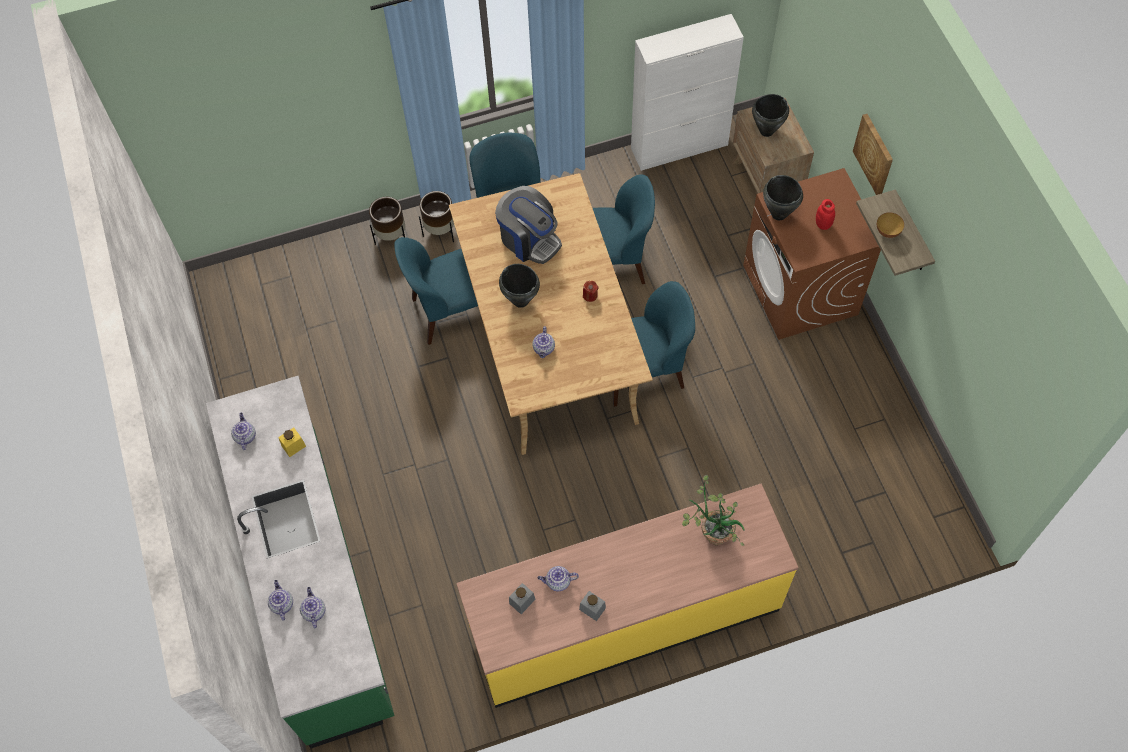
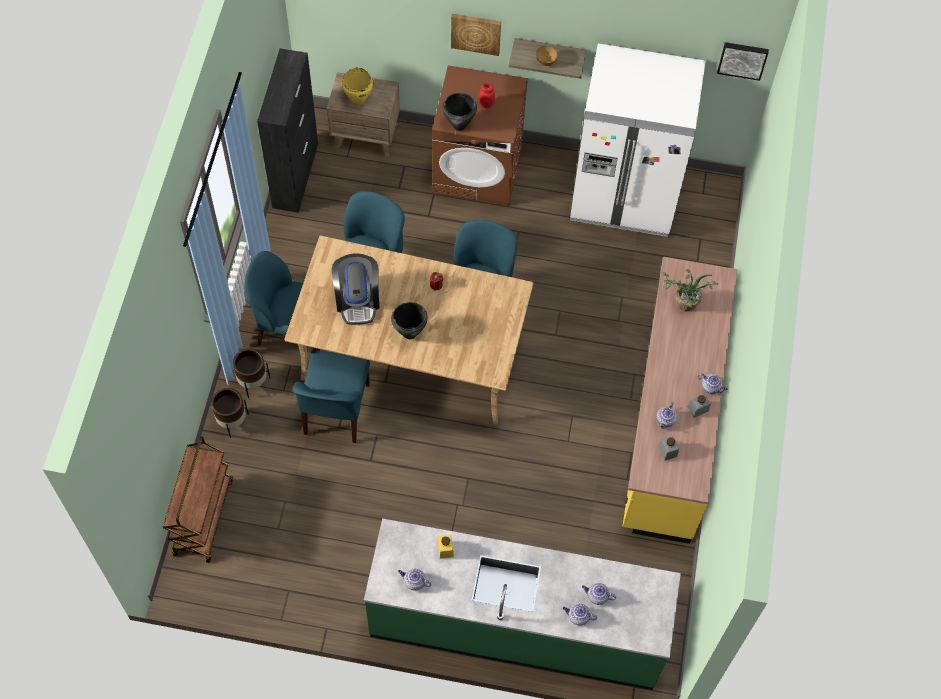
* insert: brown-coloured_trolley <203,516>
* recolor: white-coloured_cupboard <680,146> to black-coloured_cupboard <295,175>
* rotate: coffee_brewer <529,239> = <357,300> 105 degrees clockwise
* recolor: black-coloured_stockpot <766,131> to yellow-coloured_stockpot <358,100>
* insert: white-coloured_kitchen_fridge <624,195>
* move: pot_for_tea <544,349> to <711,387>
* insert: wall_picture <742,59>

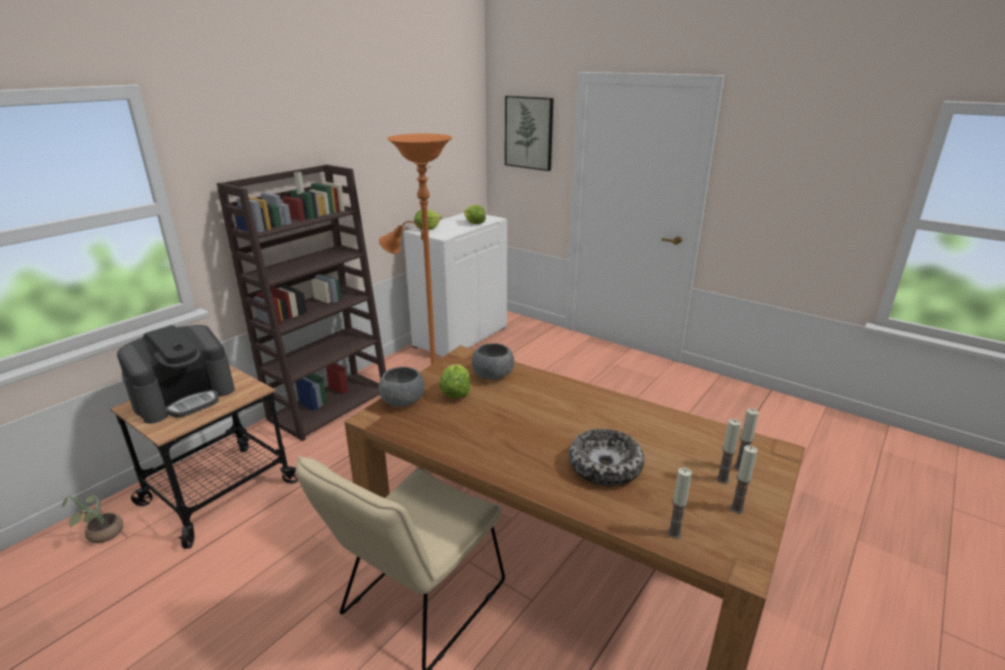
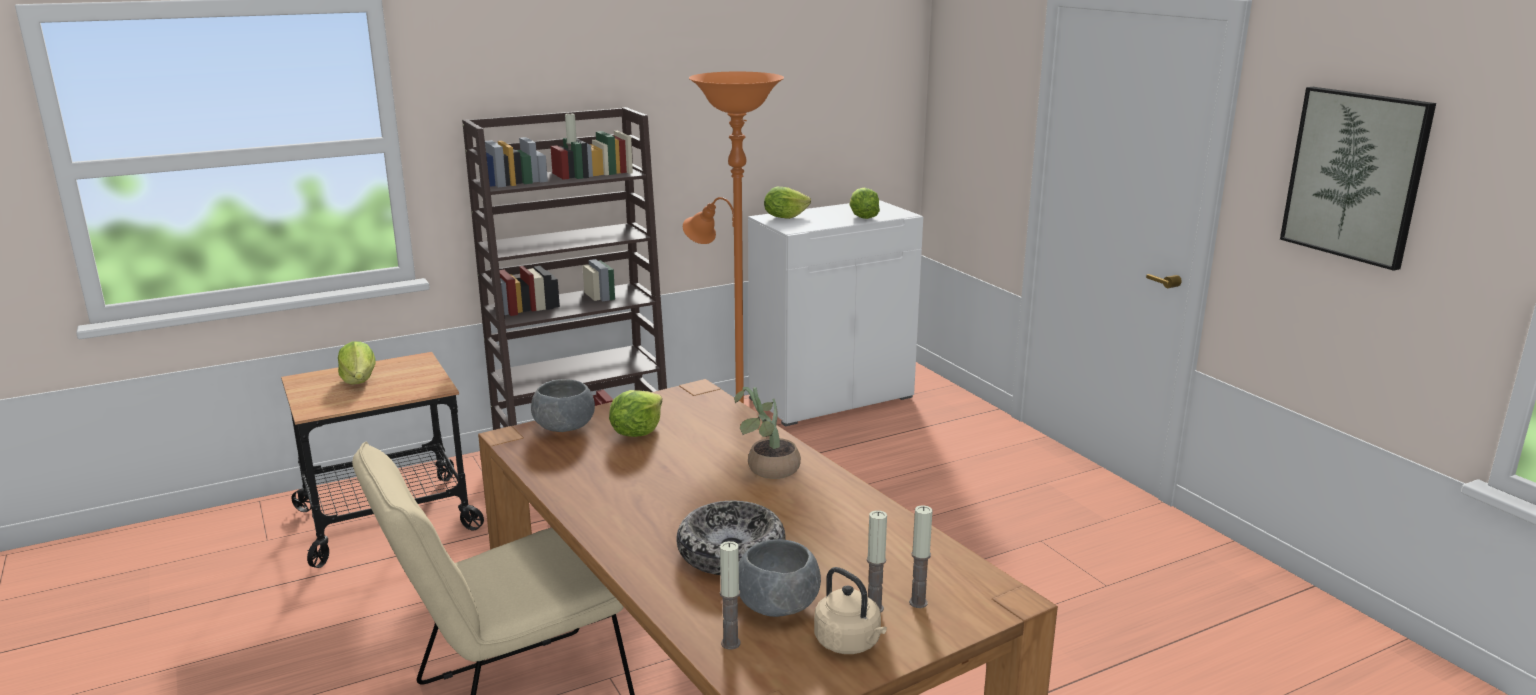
* replace: coffee_brewer <185,397> to lettuce <359,380>
* move: potted_plant <101,535> to <767,470>
* move: grey_deep_dish <493,375> to <778,605>
* replace: wax_light <736,509> to beige_kettle <850,643>
* move: wall_picture <529,133> to <1355,175>

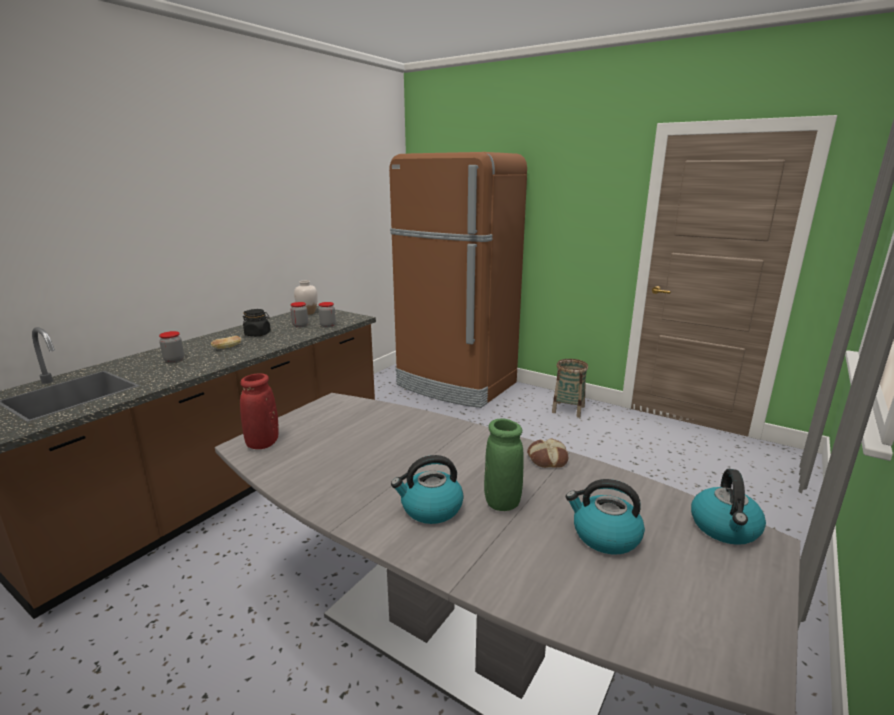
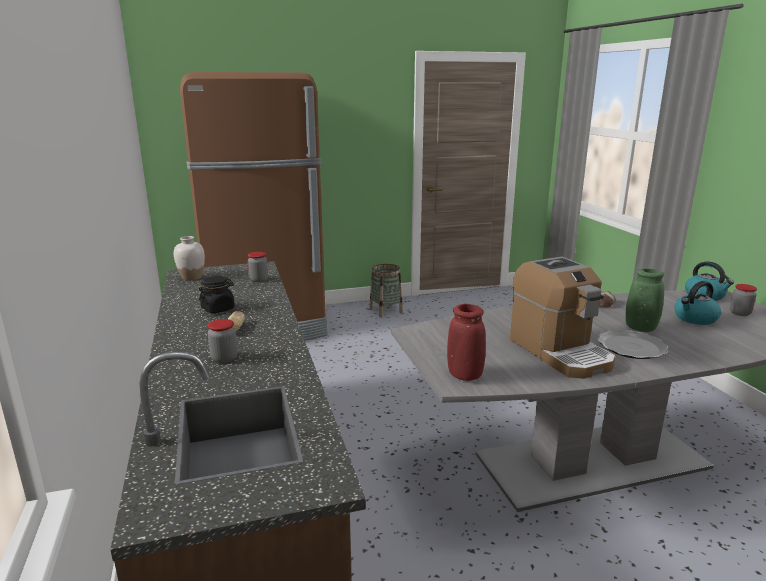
* insert: coffee_brewer <560,352>
* replace: kettle <430,509> to plate <632,347>
* move: preserve_jar <300,325> to <740,313>

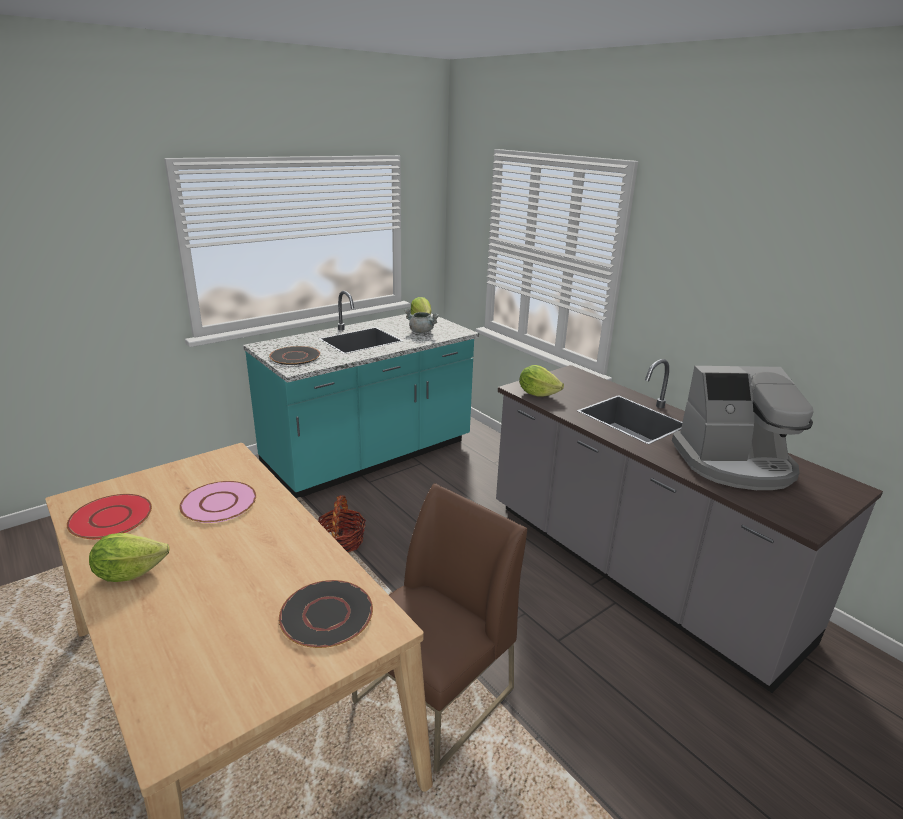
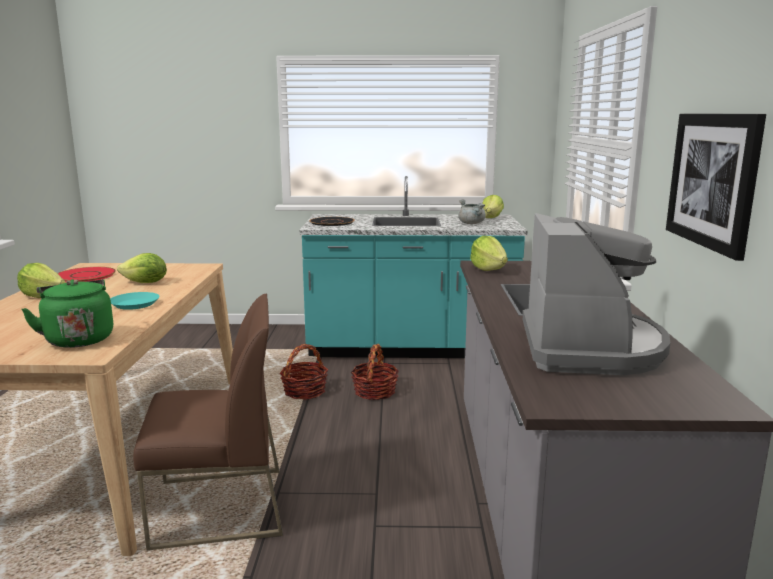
* replace: black-coloured_plate <326,614> to green-coloured_kettle <78,339>
* insert: turquoise-coloured_plate <134,304>
* replace: pink_plate <219,503> to lettuce <145,283>
* insert: storage_basket <375,392>
* rotate: coffee_brewer <734,464> = <590,348> 120 degrees counterclockwise
* insert: wall_picture <713,180>

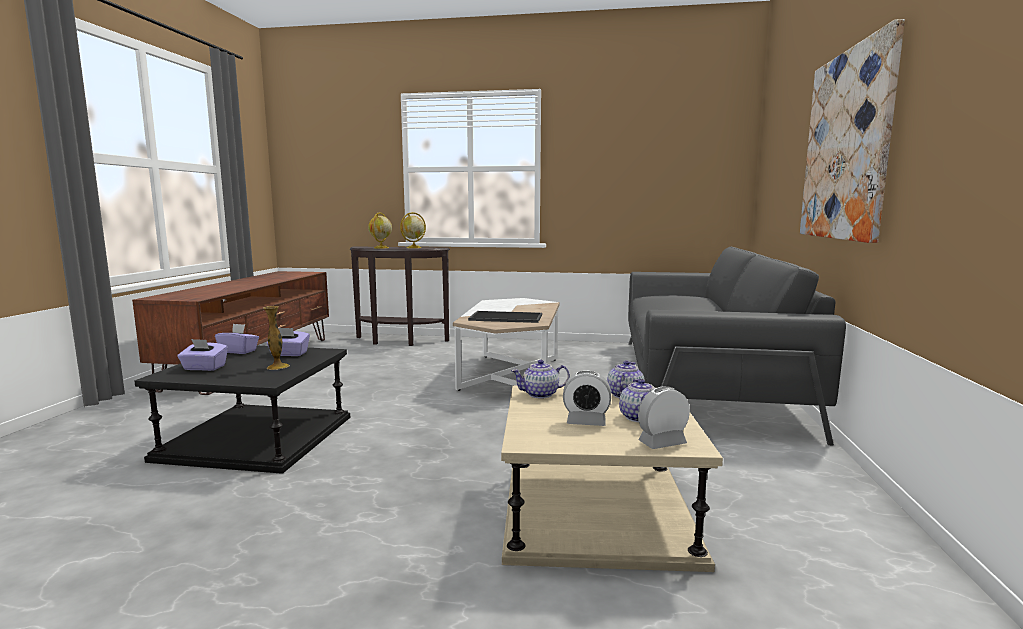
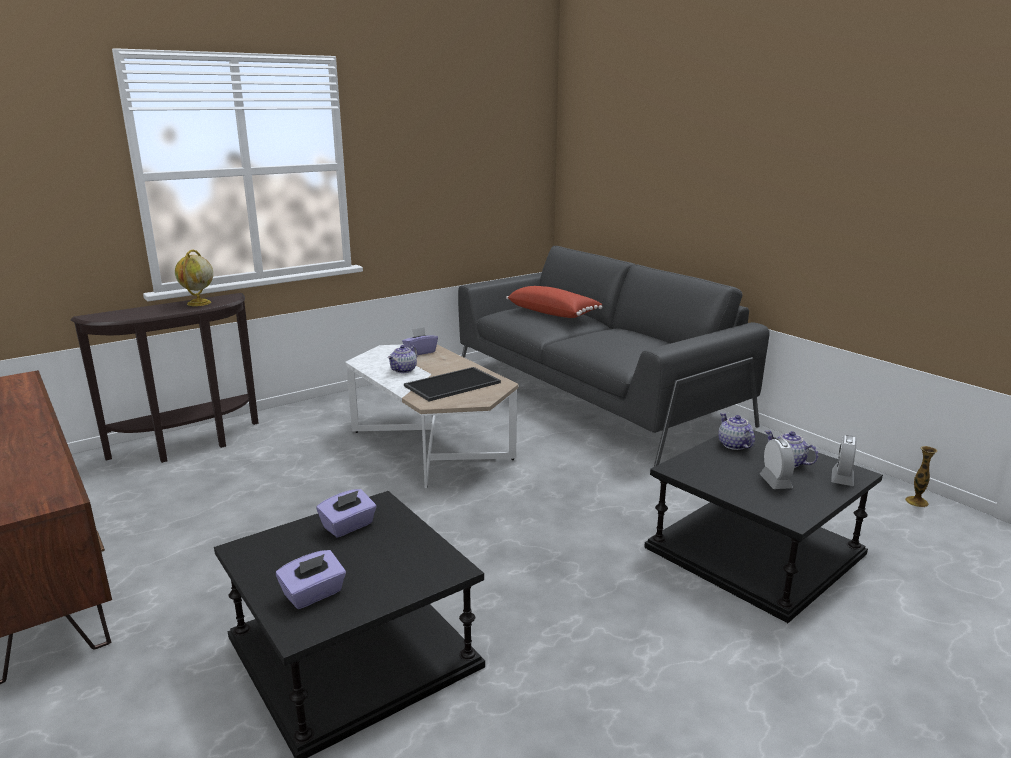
* move: pot_for_tea <541,394> to <404,370>
* move: purplish_tissue_holder <238,351> to <420,352>
* insert: reddish_pillow <553,313>
* recolor: beige_side_table <596,512> to black-coloured_side_table <754,551>
* rotate: alarm_clock <586,422> = <775,482> 60 degrees counterclockwise
* move: vase <278,367> to <916,501>
* delete: world_globe <381,248>
* delete: wall_picture <847,146>

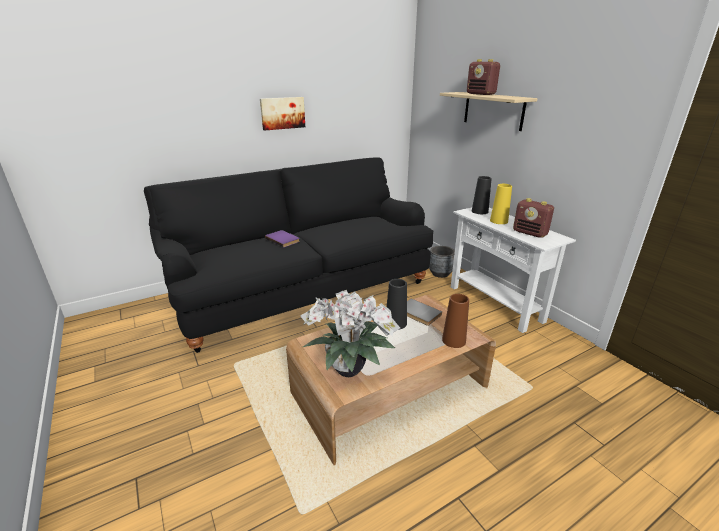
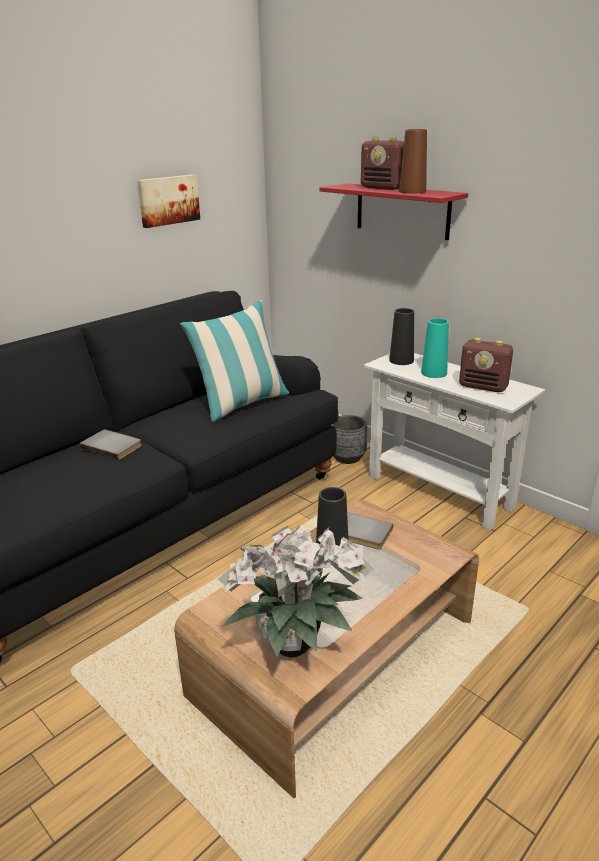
* recolor: purplish_bound_book <283,239> to grey_bound_book <113,446>
* move: wall_picture <282,113> to <168,200>
* insert: pillow <241,404>
* recolor: beige_bracket_shelf <493,110> to reddish_bracket_shelf <402,211>
* move: brown-coloured_vase <453,340> to <412,191>
* recolor: yellow-coloured_vase <498,221> to turquoise-coloured_vase <434,373>

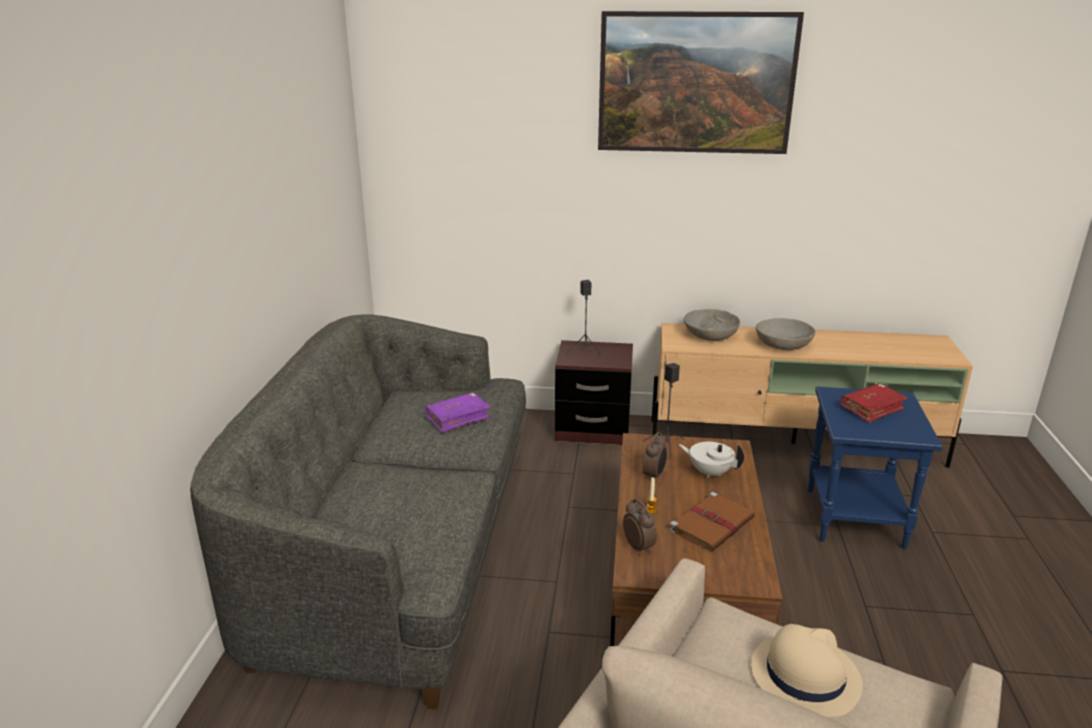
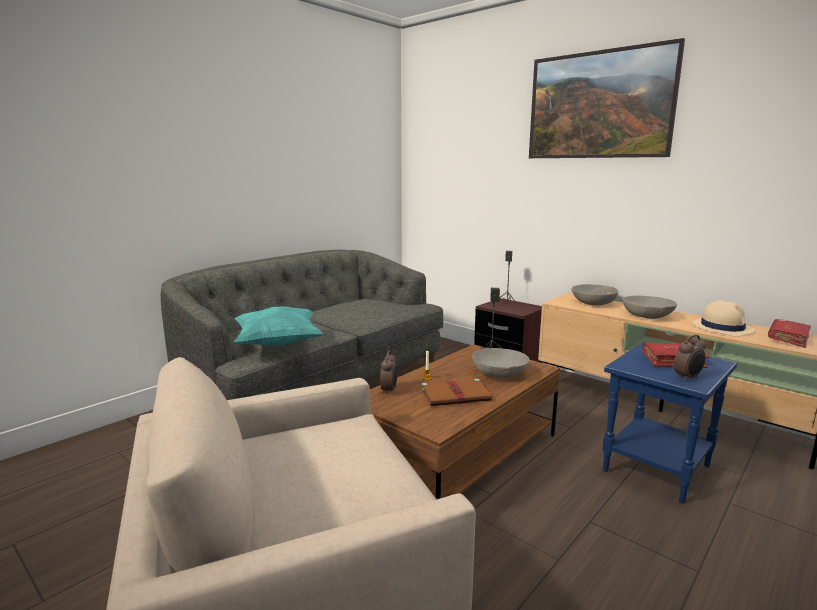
* insert: turquoise-coloured_pillow <278,343>
* replace: white-coloured_pot_for_tea <709,472> to grey_deep_dish <500,373>
* move: alarm_clock <654,475> to <687,378>
* move: beige_wearable_hat <804,675> to <722,327>
* insert: reddish_bound_book <788,339>
* delete: purplish_bound_book <458,418>

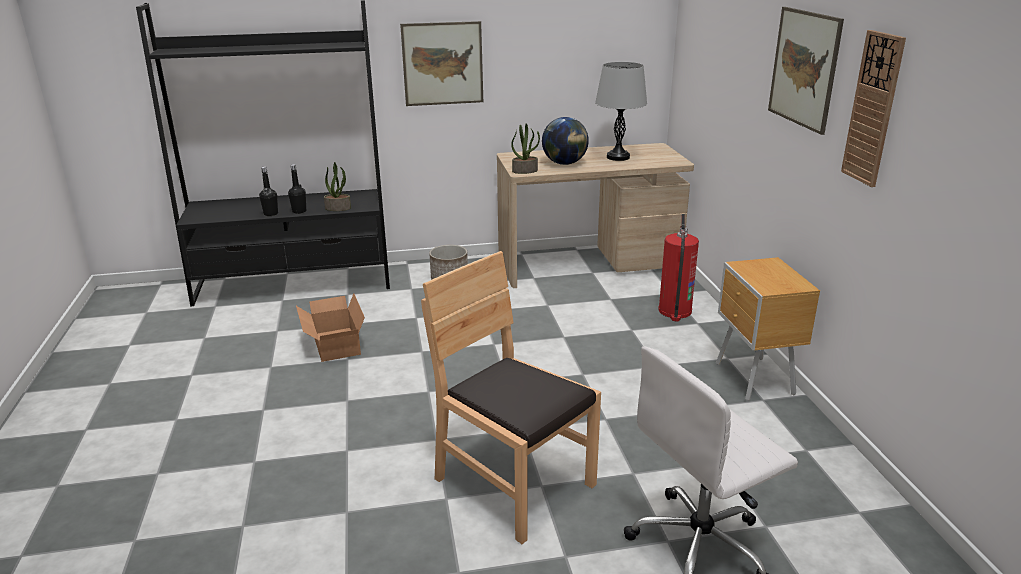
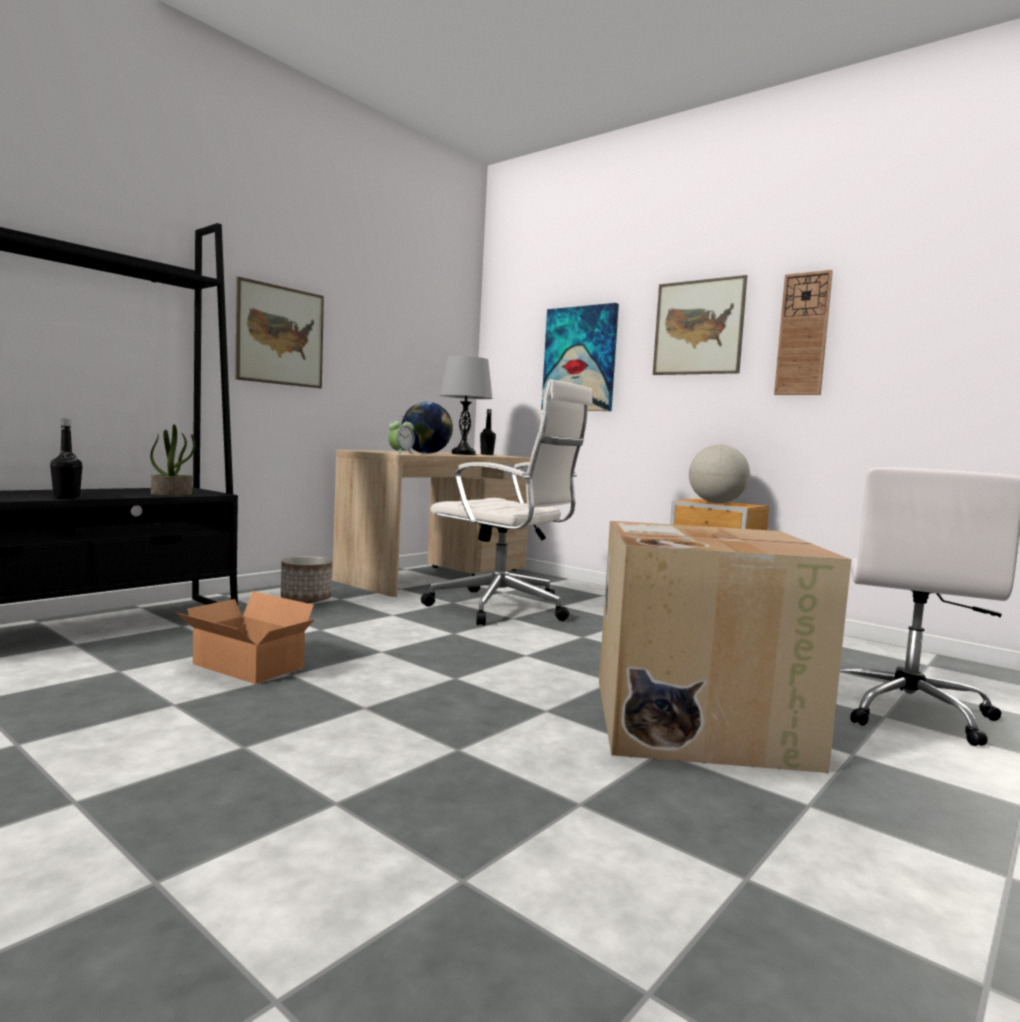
* replace: potted_plant <525,171> to alarm_clock <401,453>
* insert: white-coloured_office_chair <503,608>
* move: black-coloured_drink_bottle <299,211> to <487,454>
* insert: wall_picture <580,359>
* replace: brown-coloured_chair <513,483> to cardboard_box <694,720>
* insert: world_globe <716,503>
* delete: fire-fighting_cylinder <674,311>

